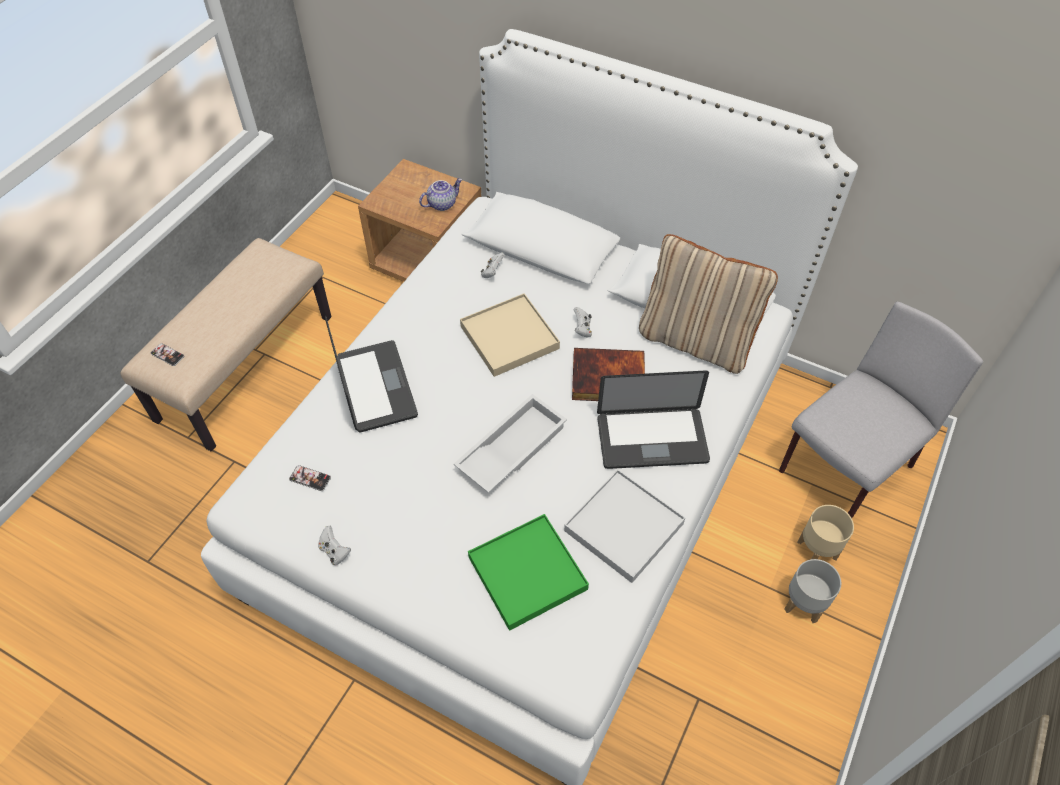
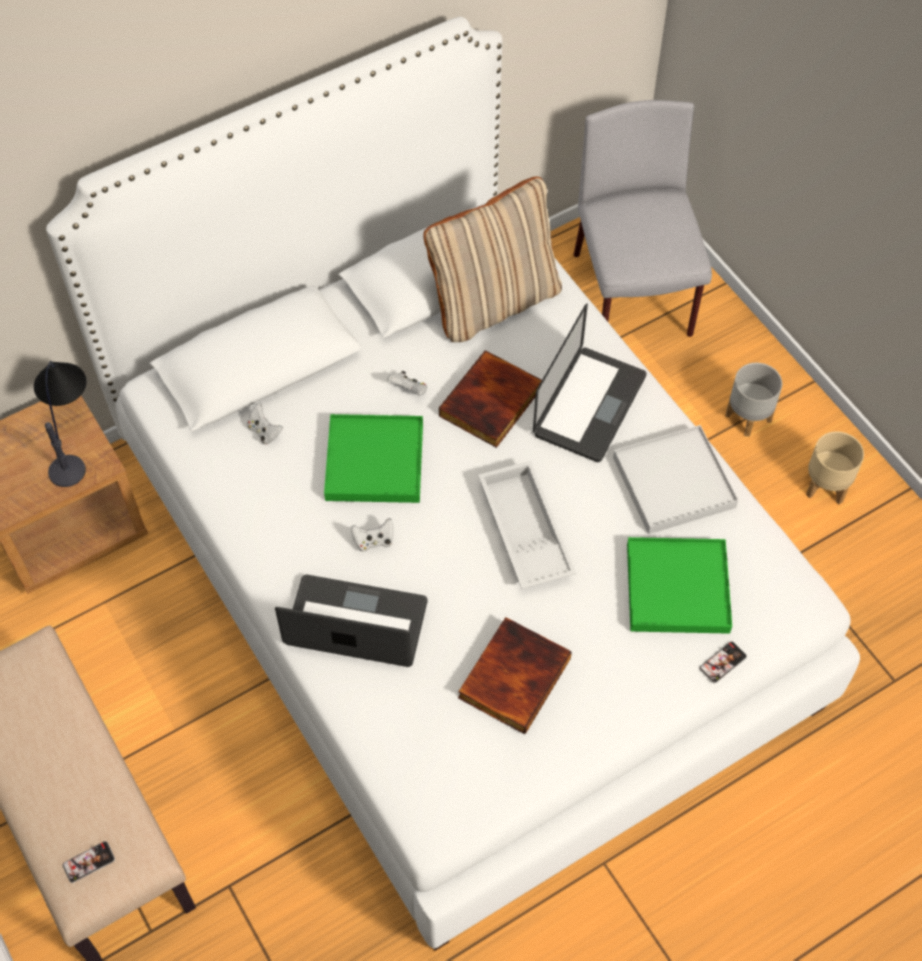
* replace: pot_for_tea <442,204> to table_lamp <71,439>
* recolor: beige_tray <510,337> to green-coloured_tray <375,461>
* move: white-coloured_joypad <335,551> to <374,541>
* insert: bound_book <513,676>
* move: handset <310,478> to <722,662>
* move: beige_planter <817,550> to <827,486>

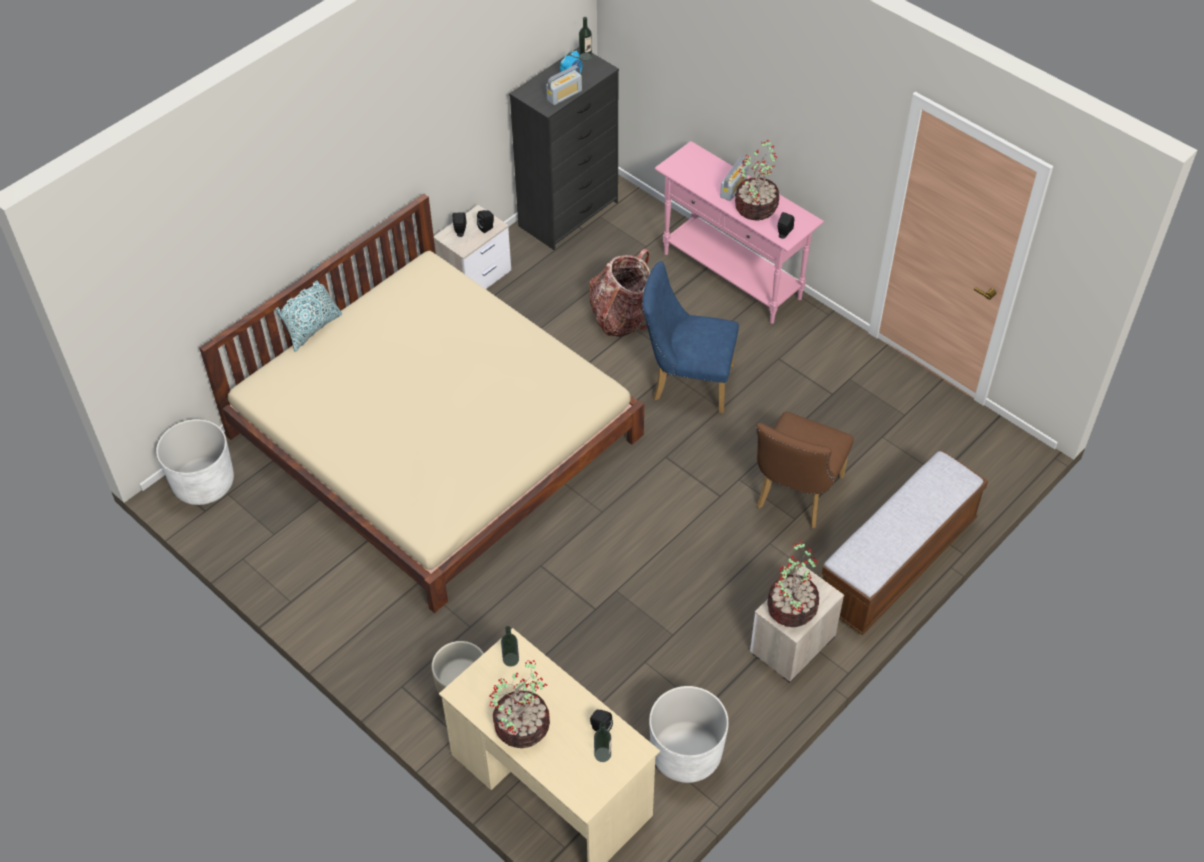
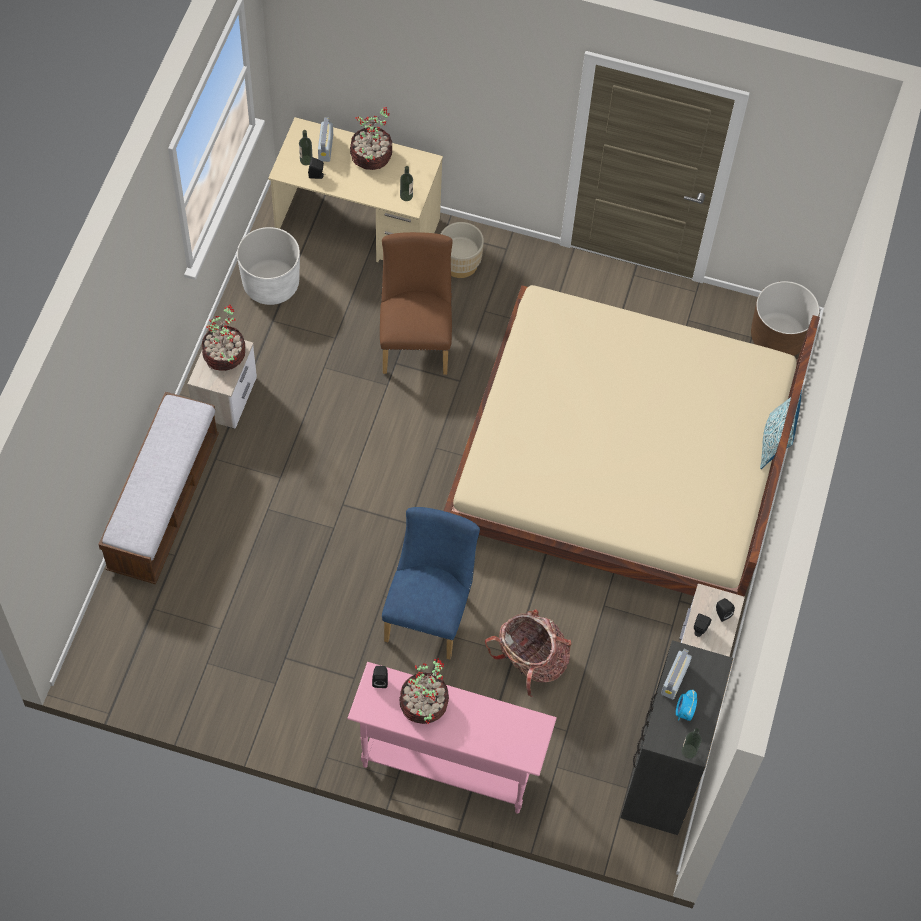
* move: radio_receiver <733,188> to <325,147>
* move: brown-coloured_chair <795,496> to <415,339>
* rotate: blue-coloured_chair <686,382> = <430,612> 60 degrees counterclockwise
* recolor: white-coloured_planter <204,483> to brown-coloured_planter <778,337>

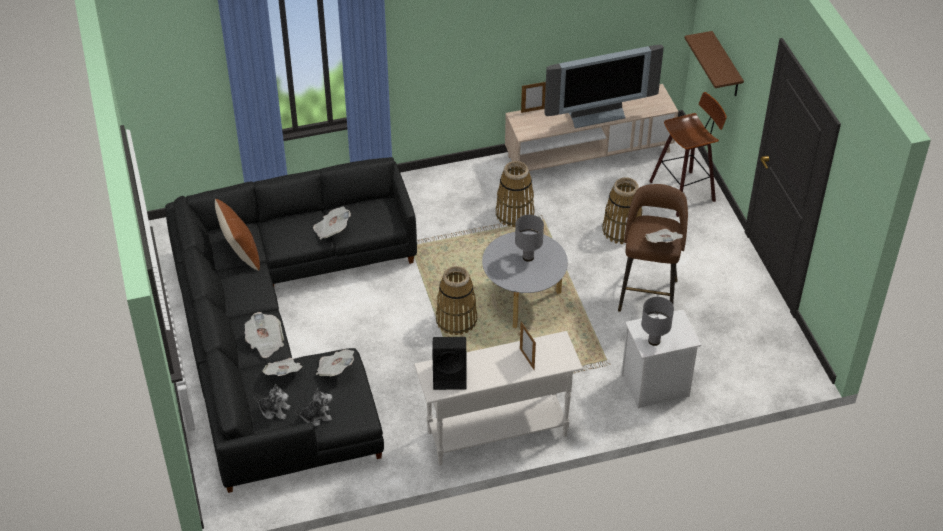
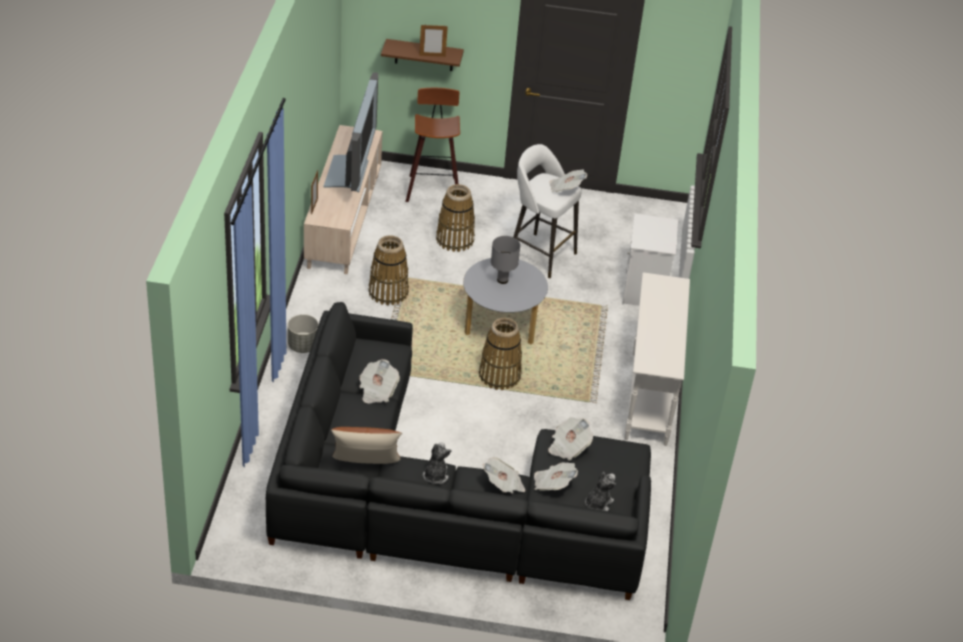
* insert: grey_planter <302,346>
* move: standing_frame <527,359> to <432,56>
* move: cuddly_toy <316,416> to <435,475>
* recolor: brown-coloured_stool <648,294> to white-coloured_stool <540,254>
* delete: black-coloured_speaker <451,376>
* delete: grey_table_lamp <653,341>

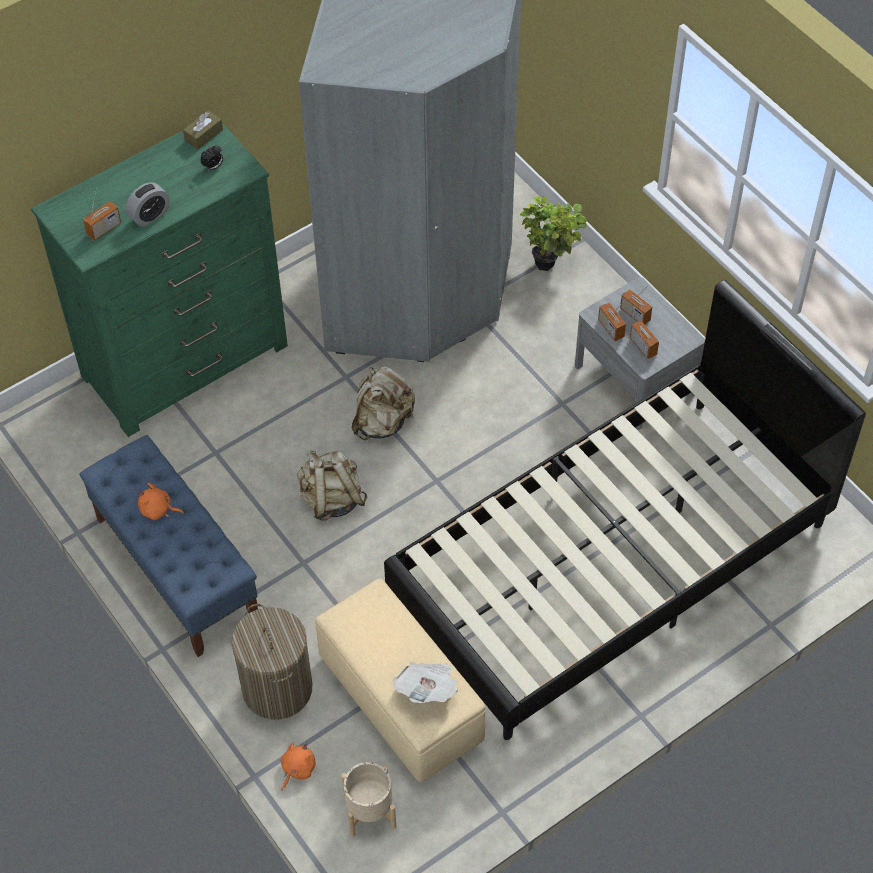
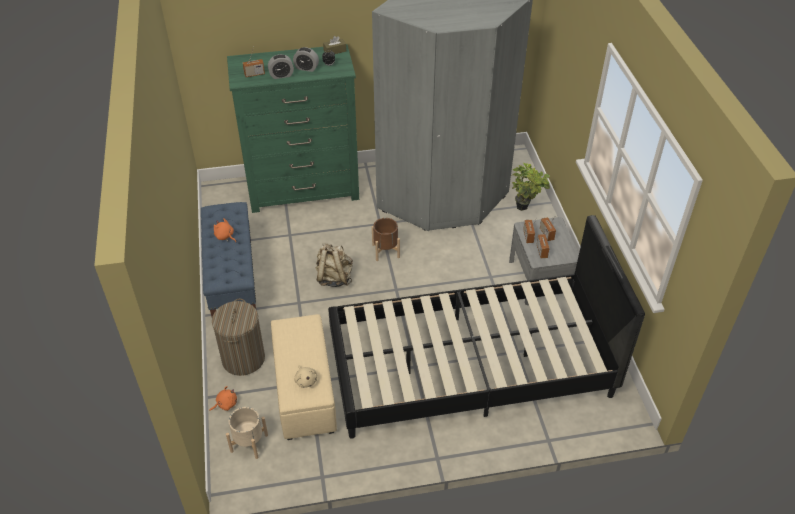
* insert: alarm_clock <306,68>
* replace: printed_paper <427,689> to beige_cuddly_toy <306,380>
* replace: beige_rucksack <382,421> to brown-coloured_planter <385,251>

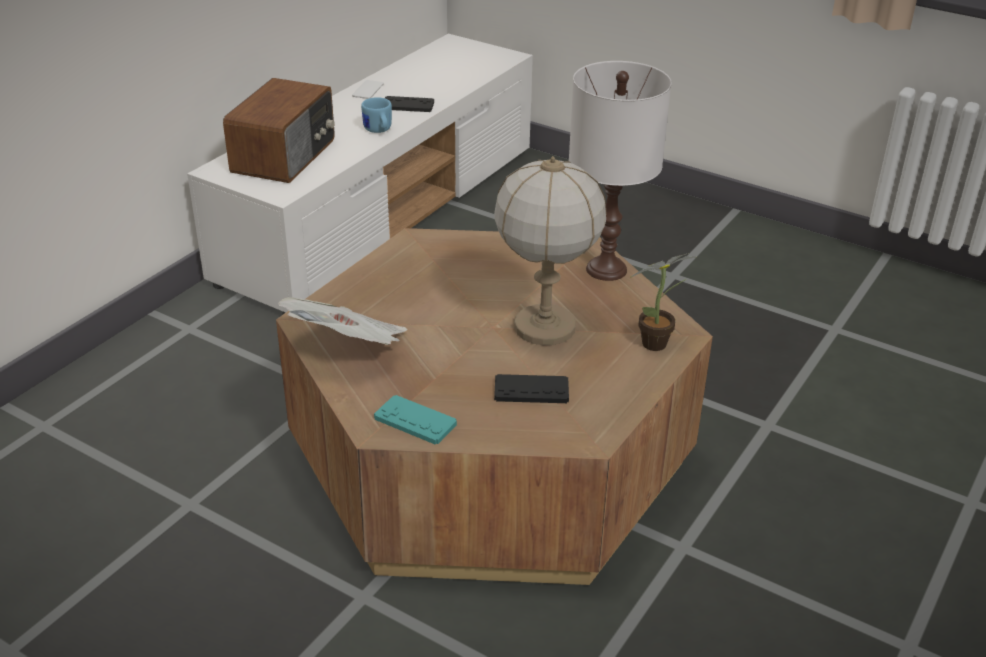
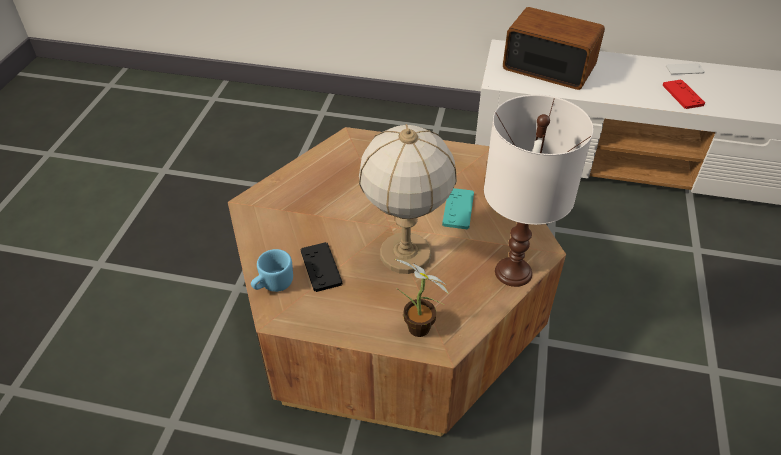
* move: blue-coloured_mug <378,131> to <272,285>
* move: turquoise-coloured_joypad <415,421> to <458,209>
* rotate: radio_receiver <286,156> = <548,67> 150 degrees counterclockwise
* recolor: black-coloured_joypad <408,105> to reddish_joypad <682,95>
* delete: printed_paper <349,348>

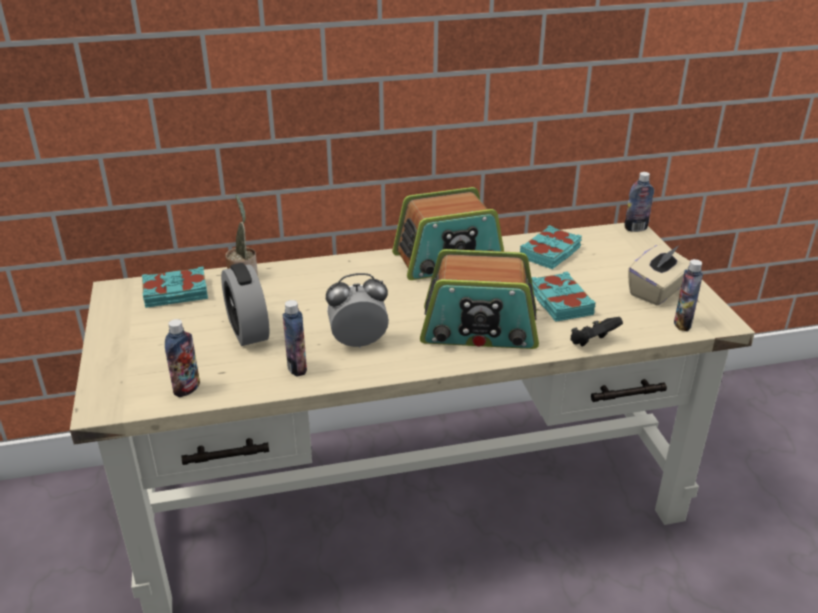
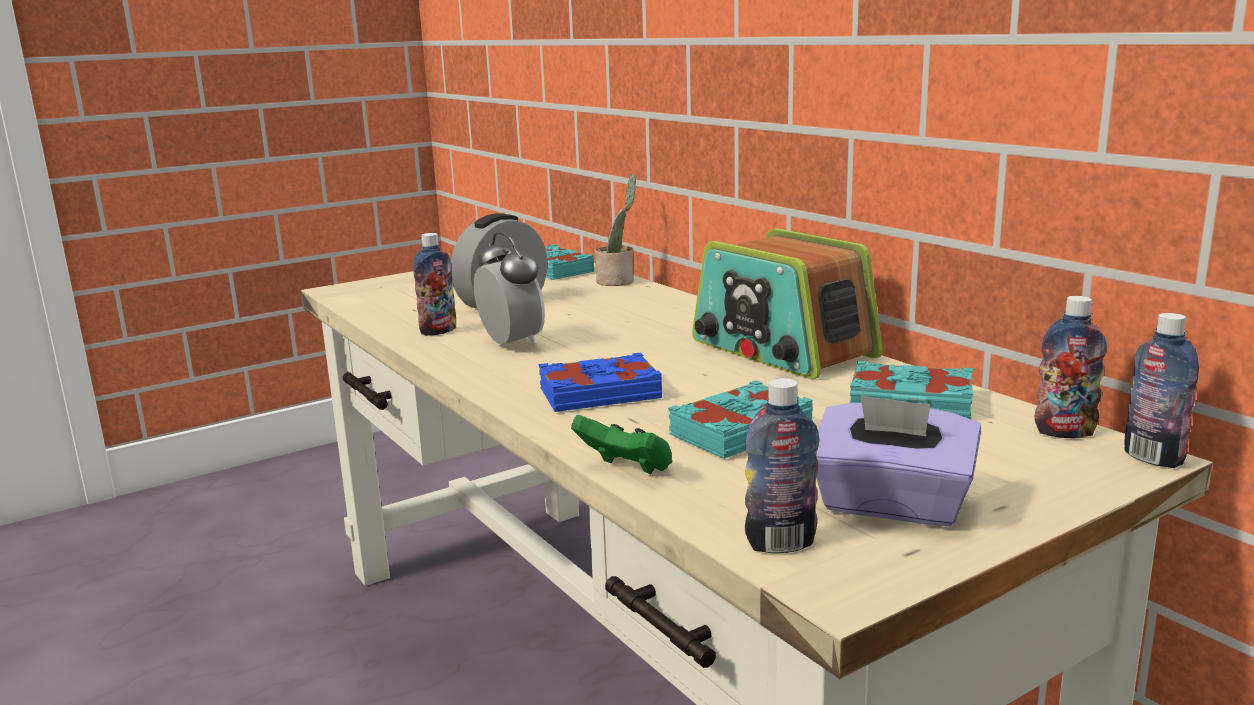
* replace: radio_receiver <479,329> to blue-coloured_bound_book <599,393>
* recolor: black-coloured_joypad <592,342> to green-coloured_joypad <627,469>
* recolor: beige_tissue_holder <657,291> to purplish_tissue_holder <891,505>
* move: drink_bottle <187,388> to <1064,432>

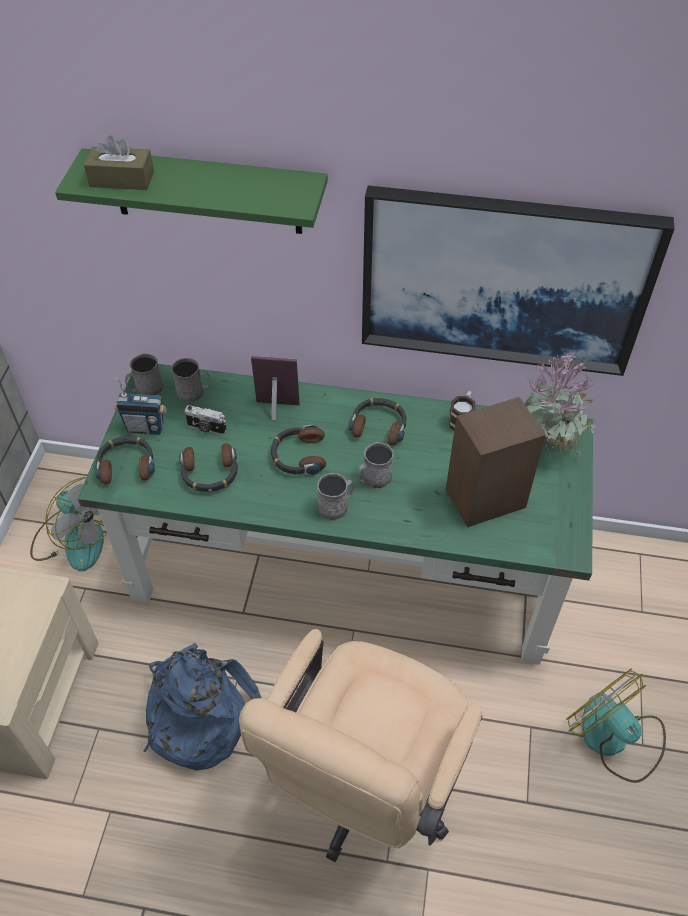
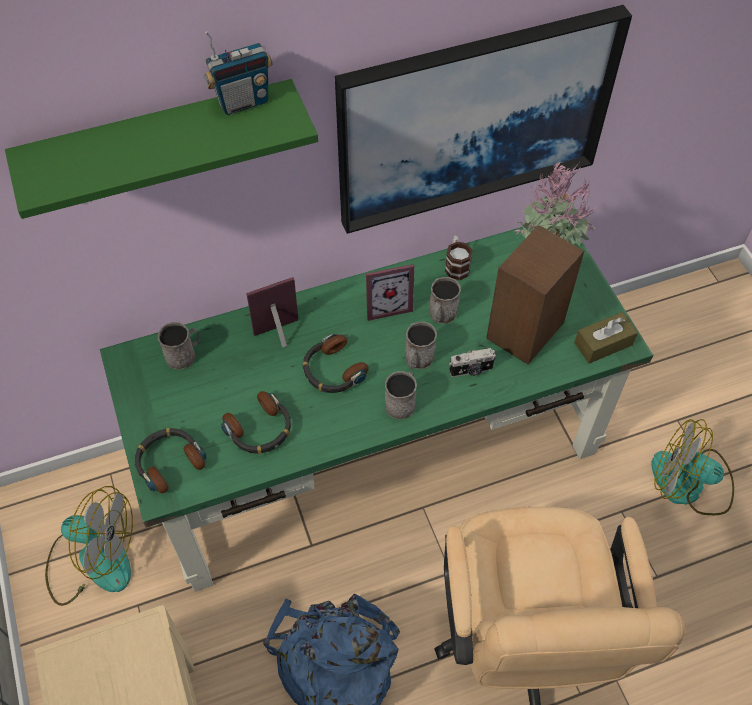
* move: radio_receiver <146,427> to <243,102>
* replace: headset <379,425> to standing_frame <387,305>
* move: grey_mug <145,389> to <441,315>
* move: photo_camera <206,428> to <471,371>
* move: brown-coloured_tissue_holder <122,179> to <603,344>

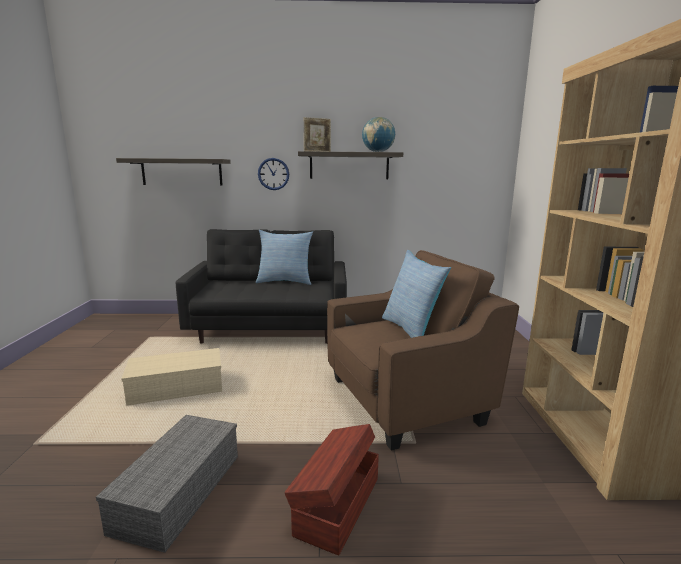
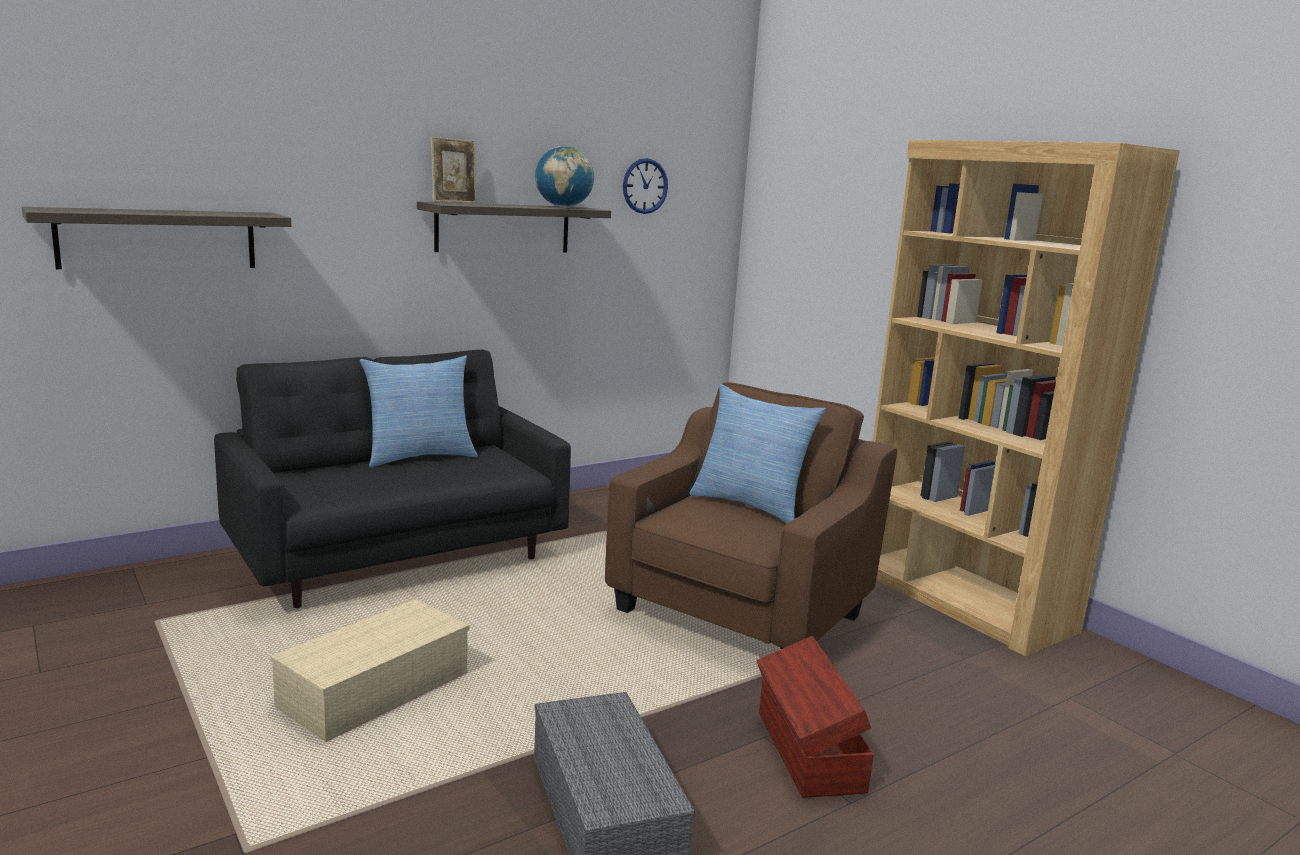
* move: wall_clock <273,174> to <645,186>

